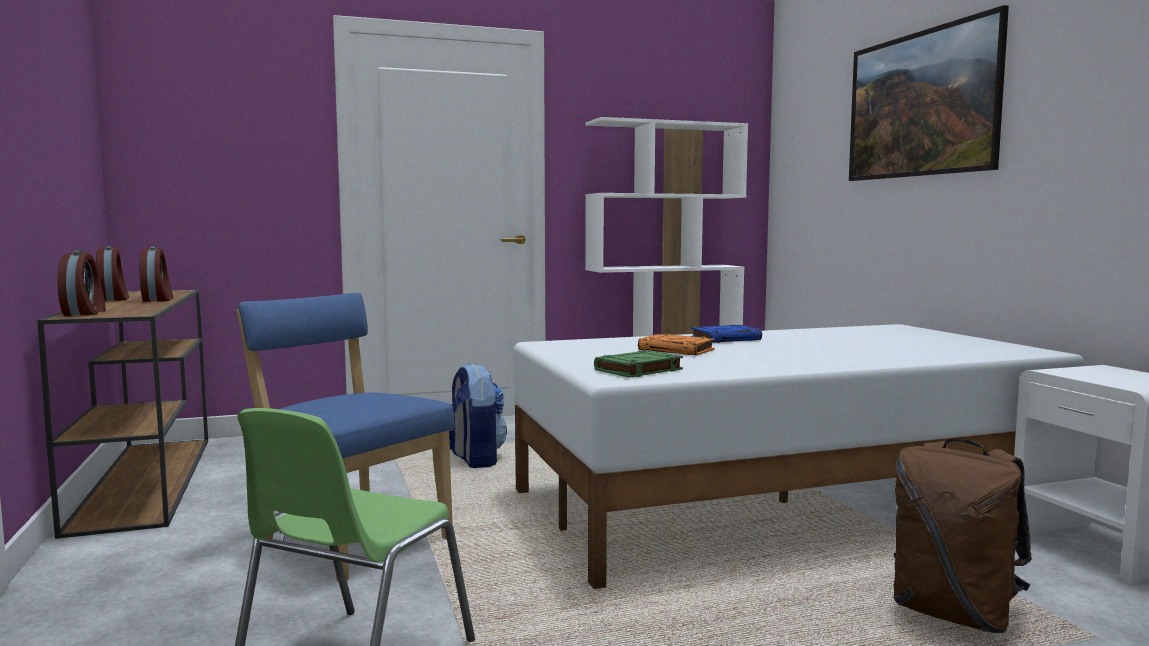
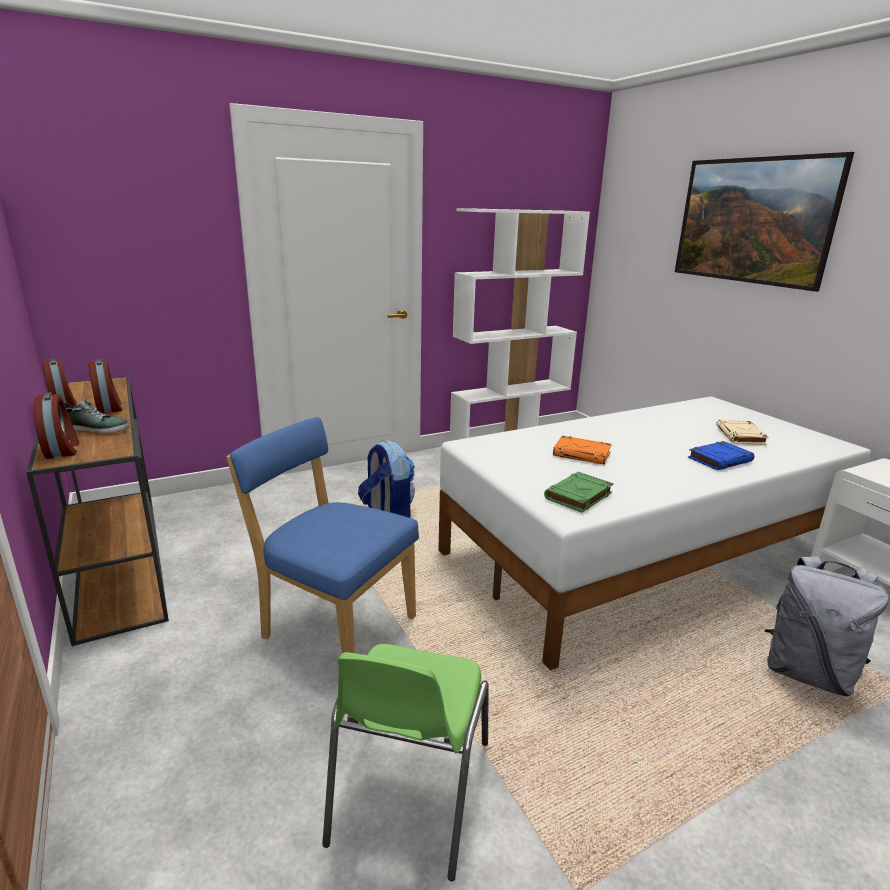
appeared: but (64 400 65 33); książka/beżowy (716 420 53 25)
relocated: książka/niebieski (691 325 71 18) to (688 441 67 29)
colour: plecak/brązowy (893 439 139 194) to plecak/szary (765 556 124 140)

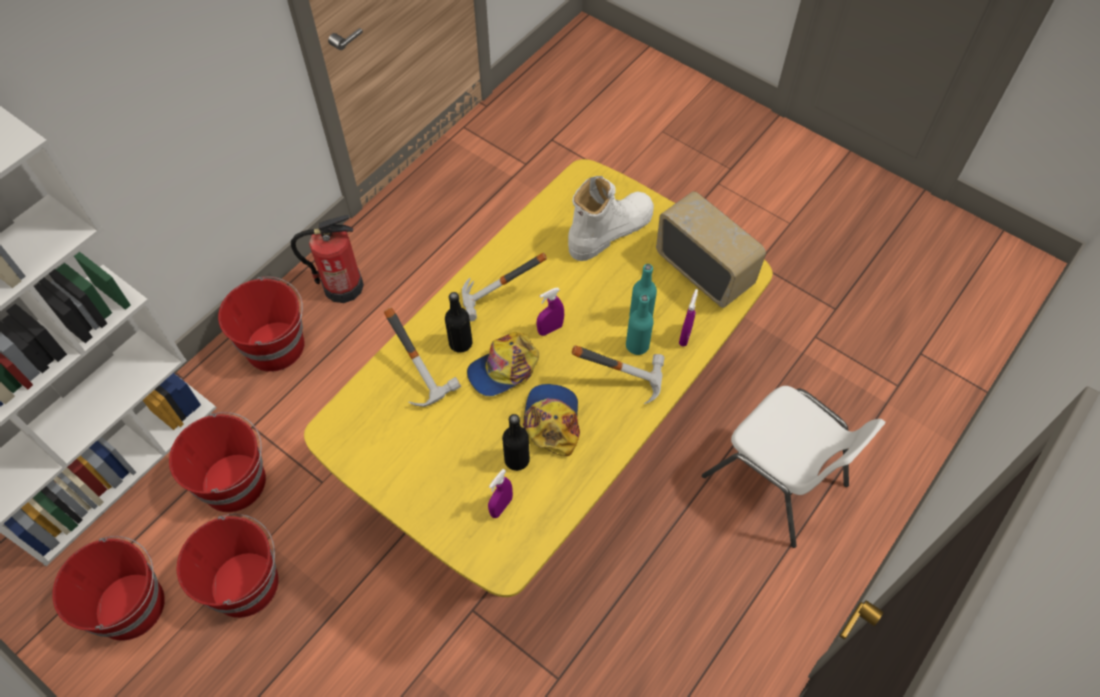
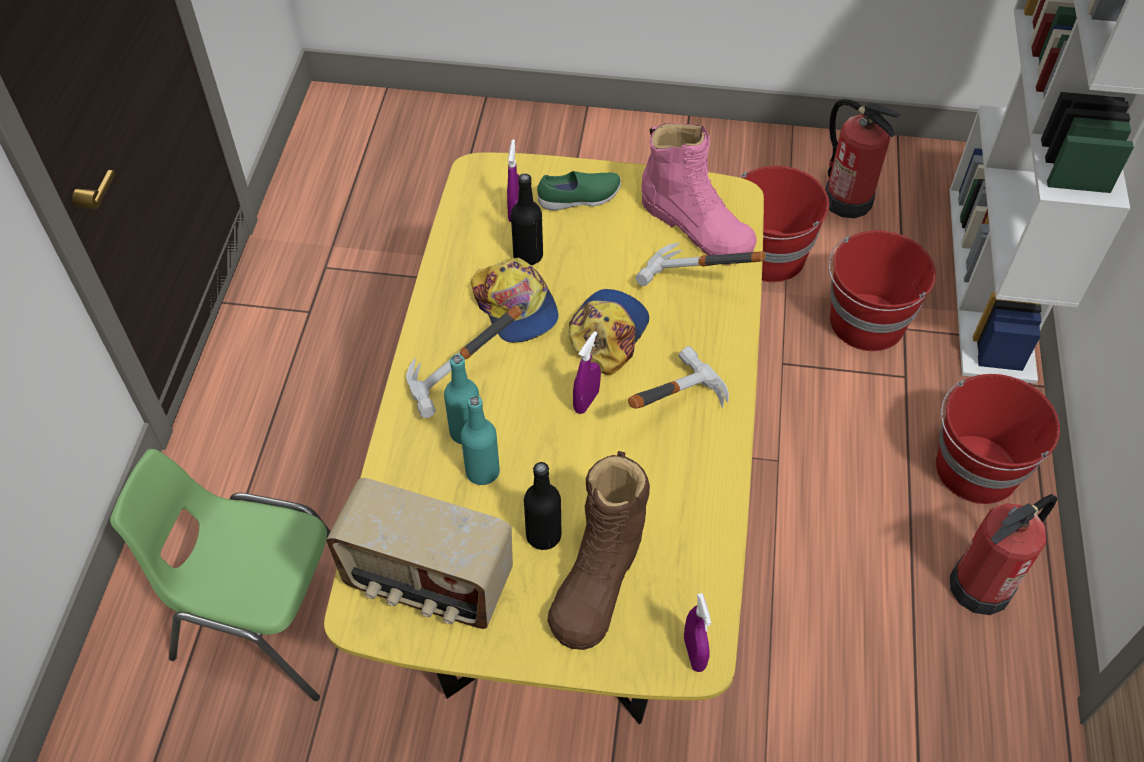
appeared: but/zielony (537 171 84 39); but z cholewką/różowy (641 123 116 142)
relocated: butelka/czarny (445 292 28 61) to (524 462 37 88); spryskiwacz/fioletowy (679 289 19 57) to (684 593 27 79)
exchanged: wiadro/czerwony (52 536 113 104) to gaśnica (825 99 75 119)
colour: krzesło/biały (702 386 183 162) to krzesło/zielony (110 449 221 252); but z cholewką/biały (568 176 86 85) to but z cholewką/brązowy (548 451 102 199)

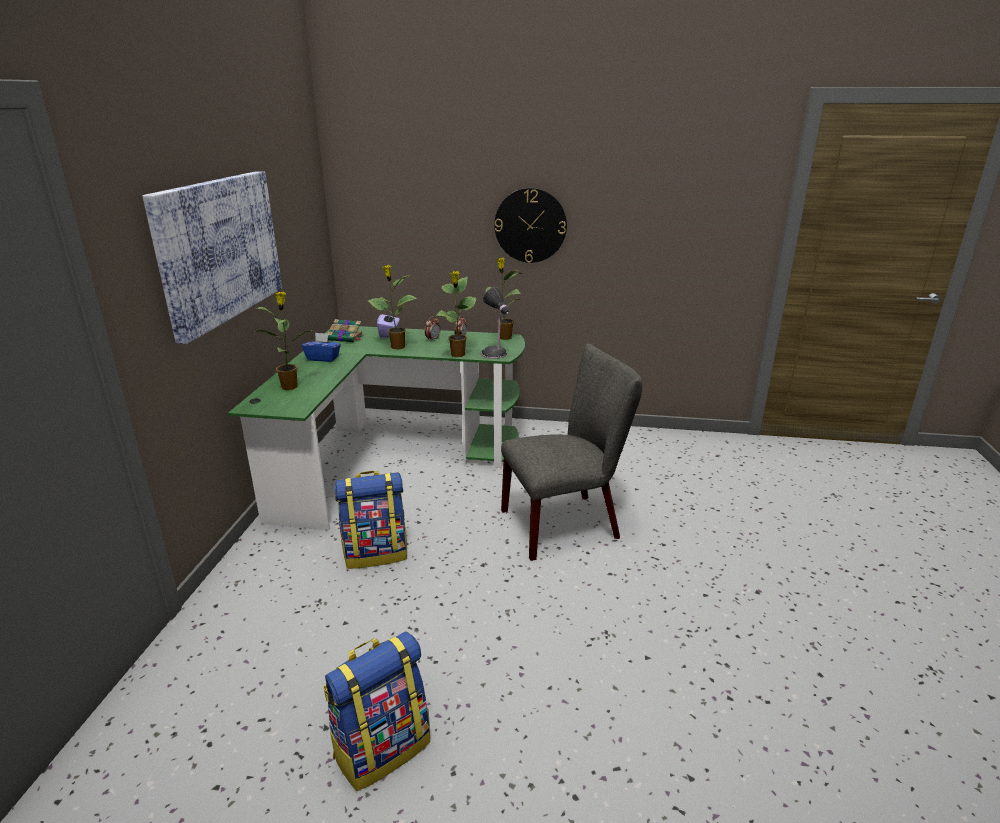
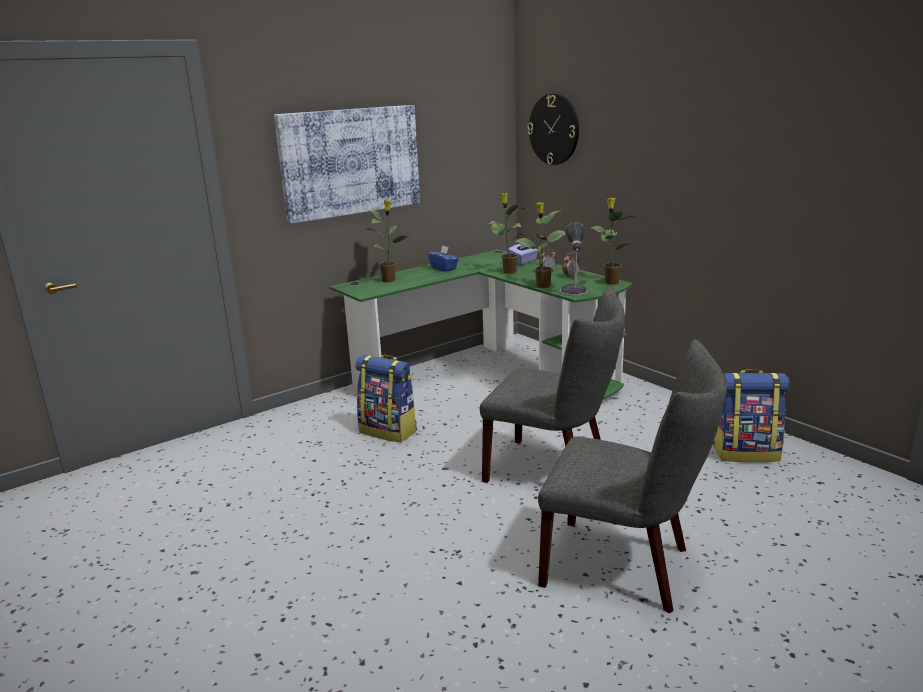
missing: książka (328 319 35 24)
appeared: krzesło/szary (538 340 189 273)
relocated: zegar ścienny (494 188 73 75) to (527 94 52 71); plecak (324 631 106 160) to (713 370 77 92)

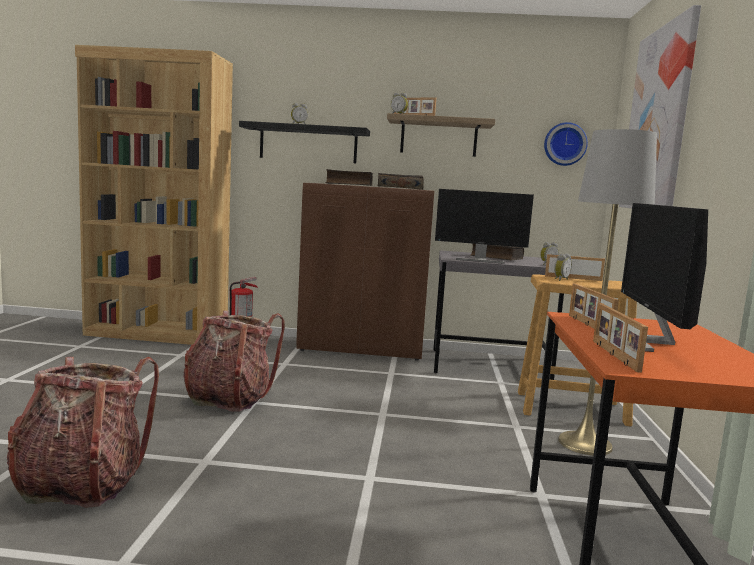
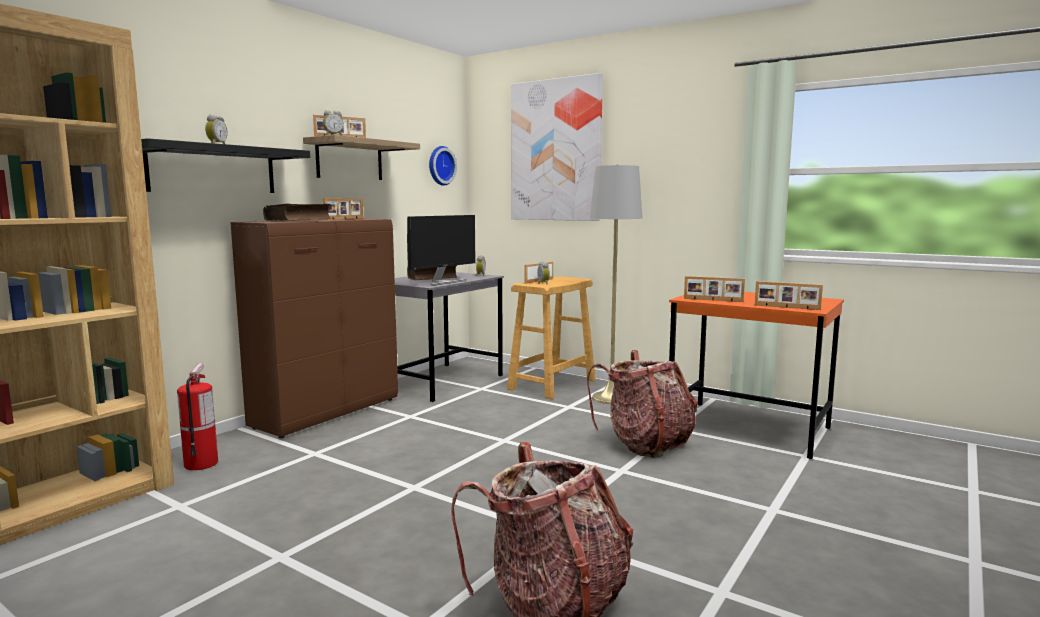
missing: monitor (621 203 87 149)
relocated: plecak (183 310 102 102) to (587 350 111 108)
exchanged: książka (378 173 46 17) to ramka na zdjęcie (323 198 40 22)

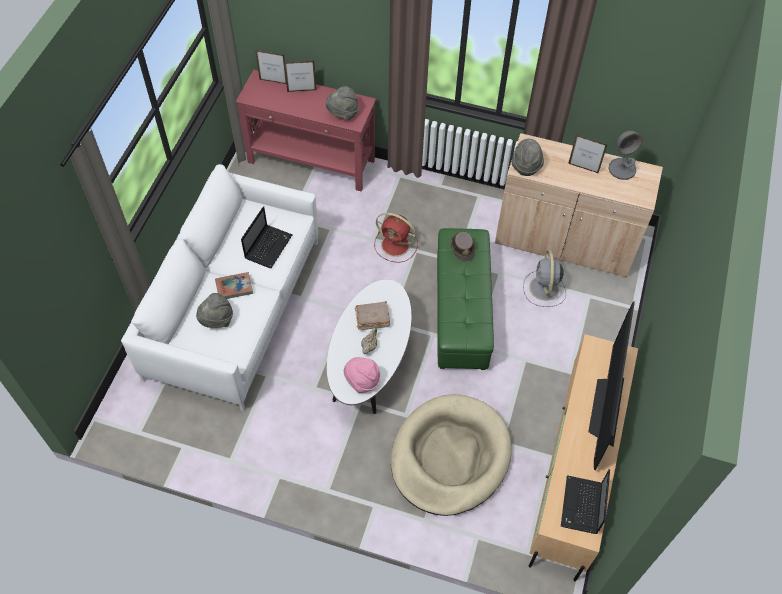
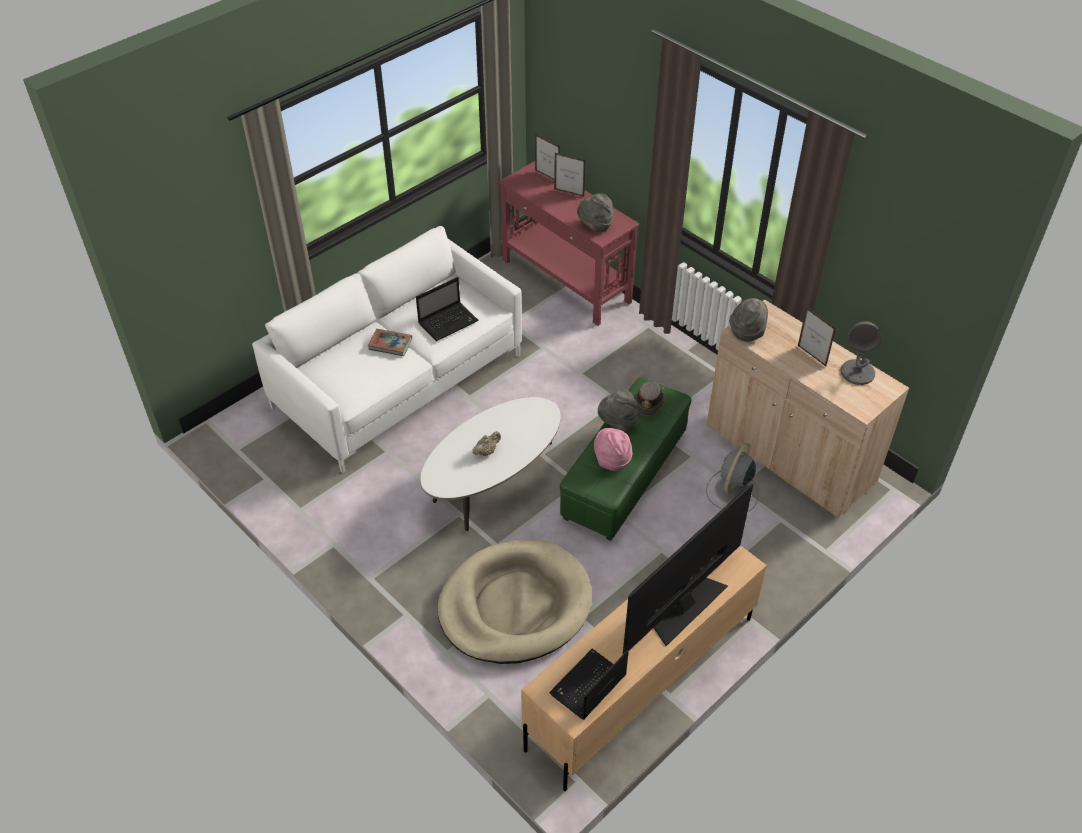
missing: książka/brązowy (355 301 35 29); wentylator/czerwony (374 213 44 50)
relocated: kapelusz/różowy (344 357 36 36) to (594 428 38 43); kapelusz/szary (196 293 37 35) to (598 389 40 42)

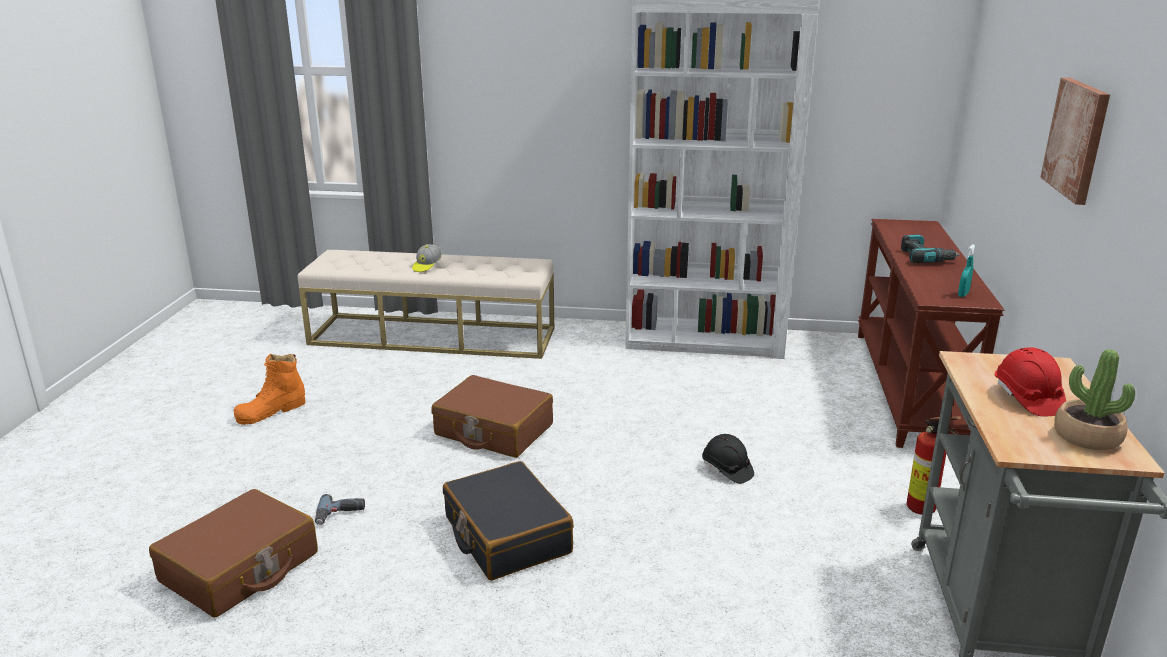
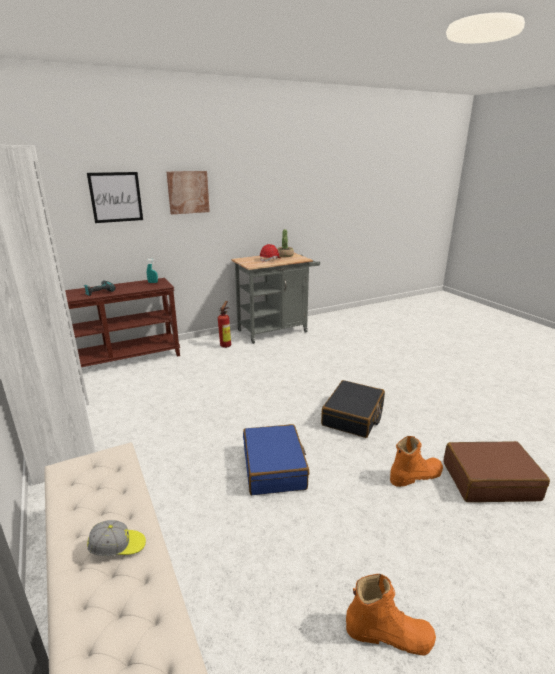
missing: kask/czarny (702 434 52 50)
appeared: obraz (87 172 56 51)
exchanged: wiertarka (315 494 50 31) to but z cholewką/pomarańczowy (390 436 53 51)
colour: walizka/brązowy (431 375 122 83) to walizka/niebieski (243 424 66 71)

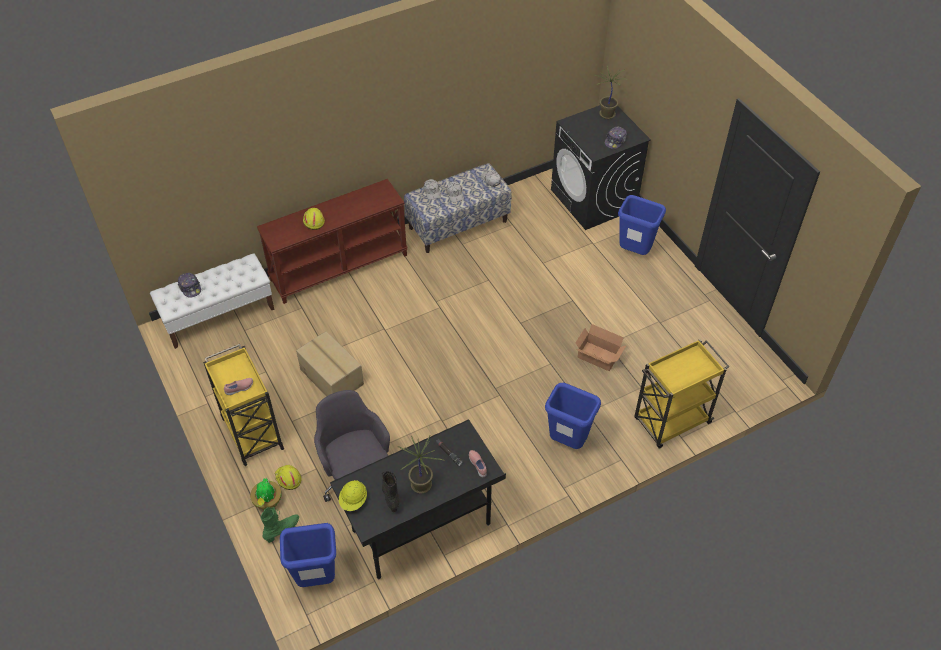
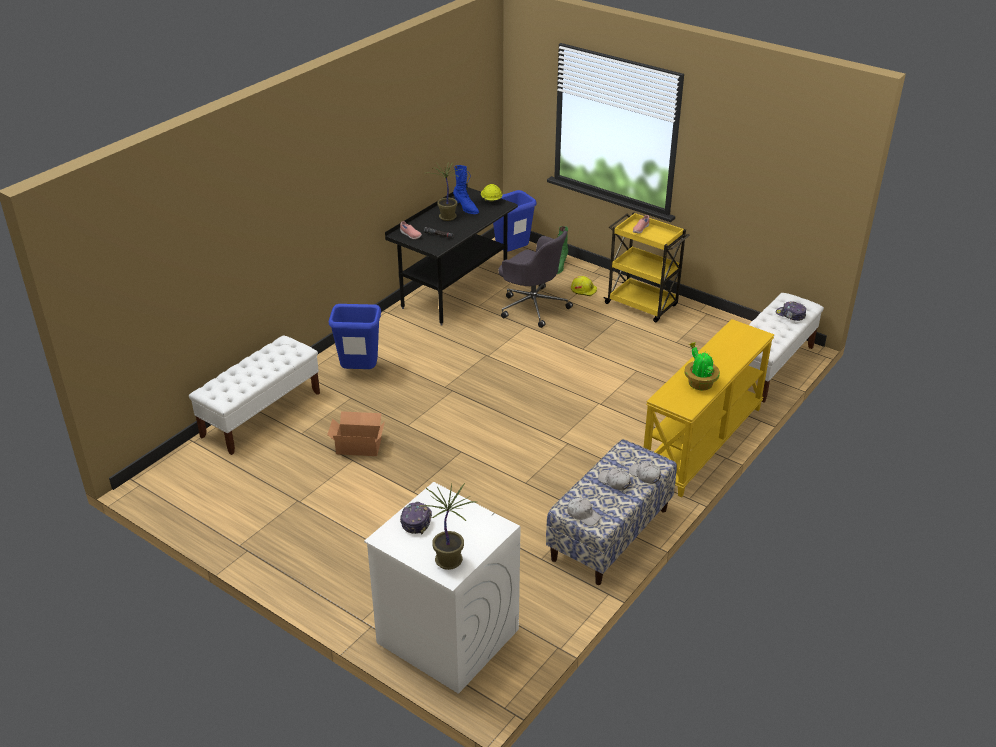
missing: karton (296 331 68 66); kask/żółty (303 208 22 22); kosz na śmieci/niebieski (618 195 48 60)
relocated: roślina doniczkowa (250 478 32 32) to (684 342 36 48)
exchanged: wózek/żółty (634 339 95 109) to ławka/biały (189 335 131 120)
colour: pralka/czarny (551 105 100 125) to pralka/biały (364 482 157 212); but z cholewką/czarny (382 471 17 41) to but z cholewką/niebieski (453 165 26 49); stolik konsolowy/brązowy (257 179 151 125) to stolik konsolowy/żółty (644 319 130 178)

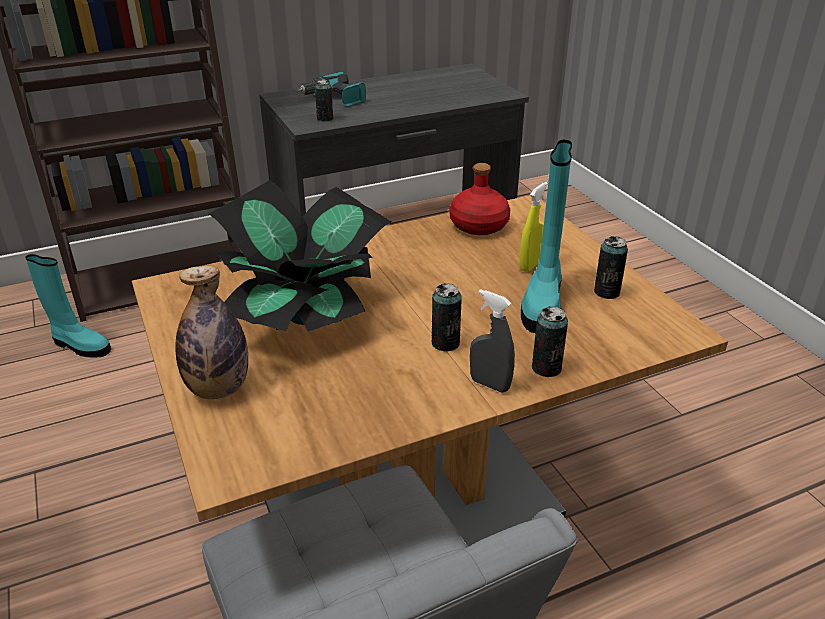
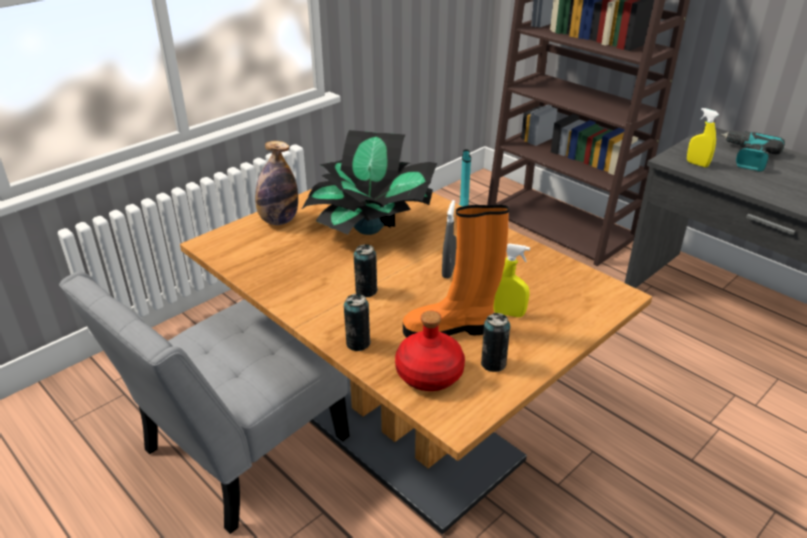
relocated: butelka/czerwony (450 163 60 72) to (395 311 70 80); spryskiwacz/szary (470 289 45 104) to (442 200 14 78)
exchanged: puszka (315 80 18 42) to spryskiwacz/żółty (687 108 32 59)
colour: but z cholewką/turkusowy (521 140 51 193) to but z cholewką/pomarańczowy (403 205 106 133)

